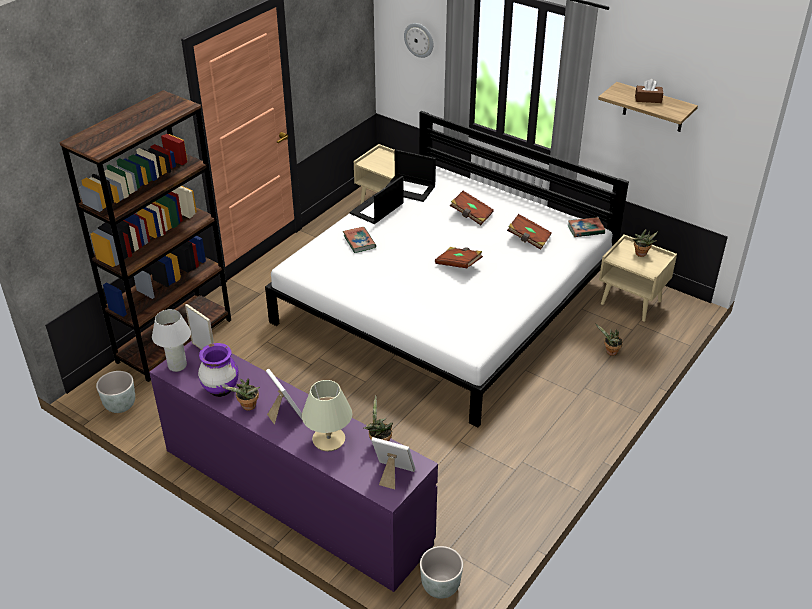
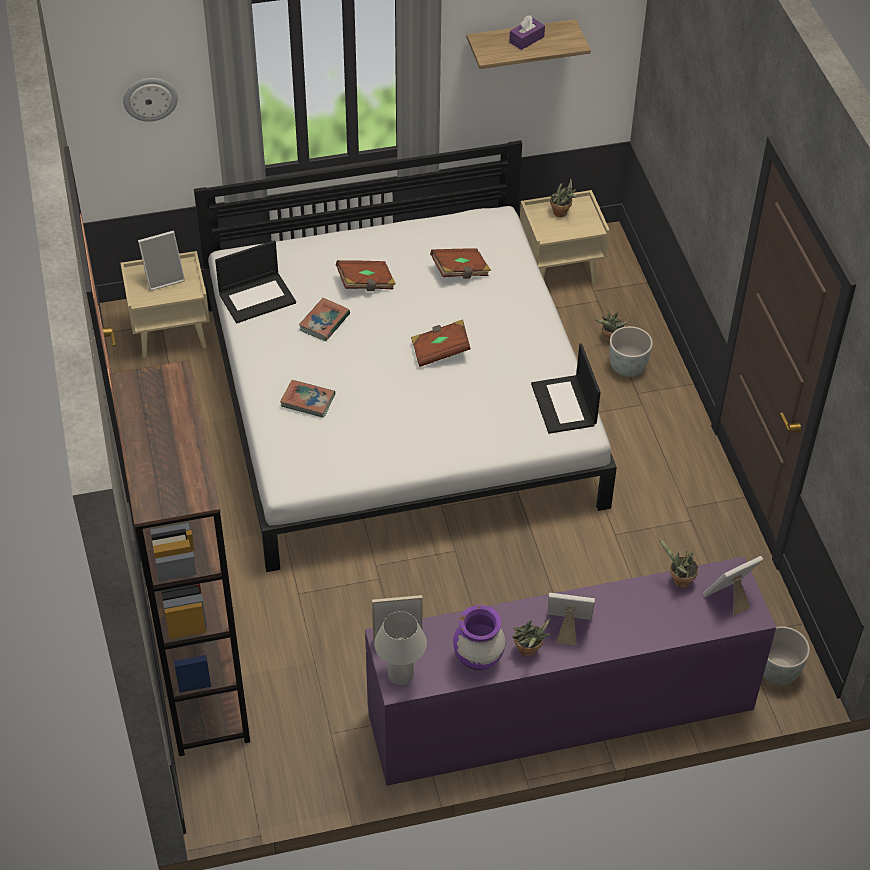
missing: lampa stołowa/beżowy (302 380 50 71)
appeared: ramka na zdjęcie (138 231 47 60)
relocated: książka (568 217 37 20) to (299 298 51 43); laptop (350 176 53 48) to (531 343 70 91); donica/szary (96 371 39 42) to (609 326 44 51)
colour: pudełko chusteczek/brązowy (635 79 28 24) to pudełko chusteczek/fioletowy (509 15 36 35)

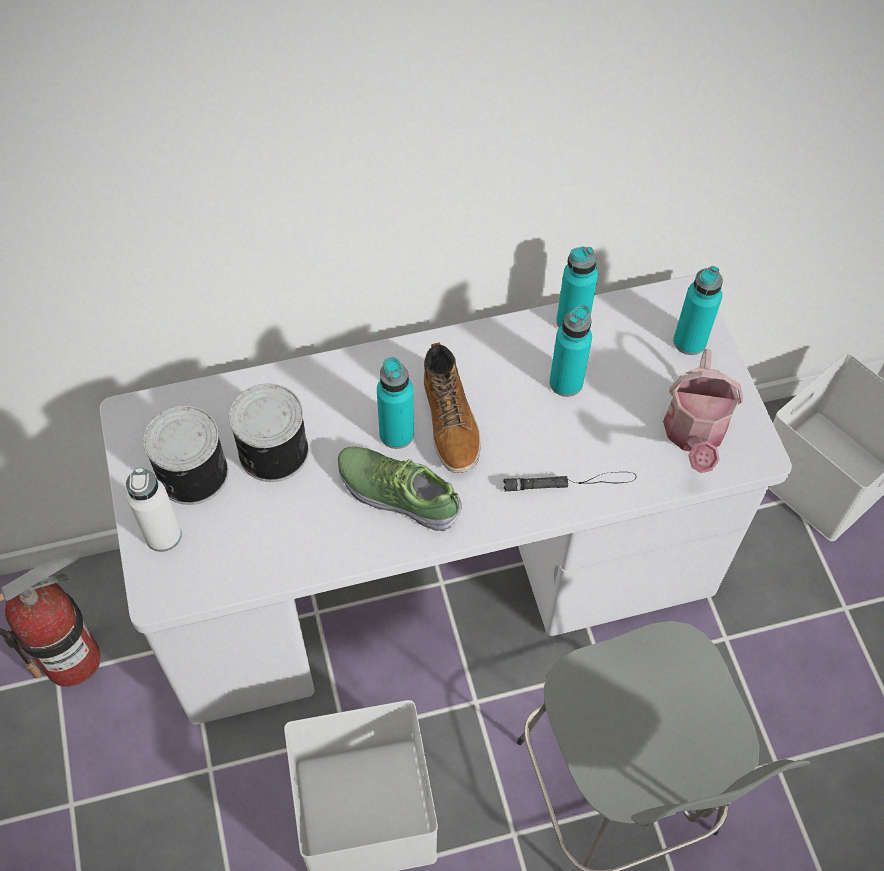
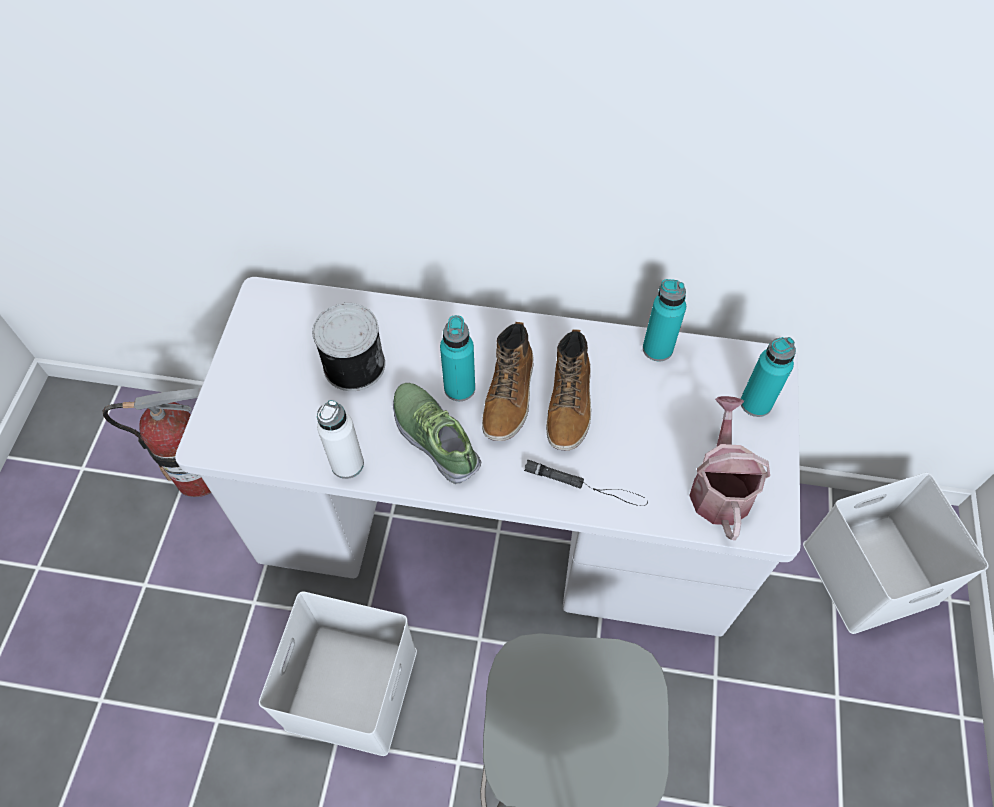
missing: puszka (143 406 86 99); butelka/turkusowy (549 304 43 93)
appeared: but z cholewką (546 329 45 121)
relocated: butelka/biały (126 468 56 84) to (317 400 47 79)
spun: konewka (663 349 80 124) = (689 396 81 144) 150 degrees clockwise

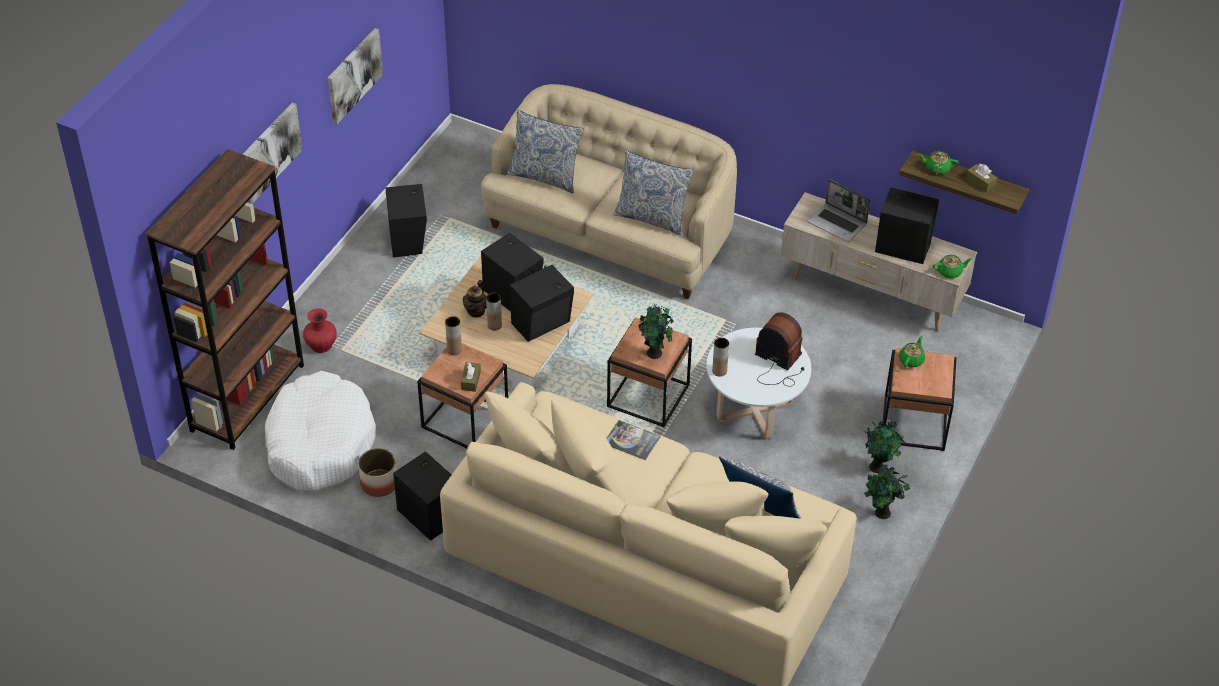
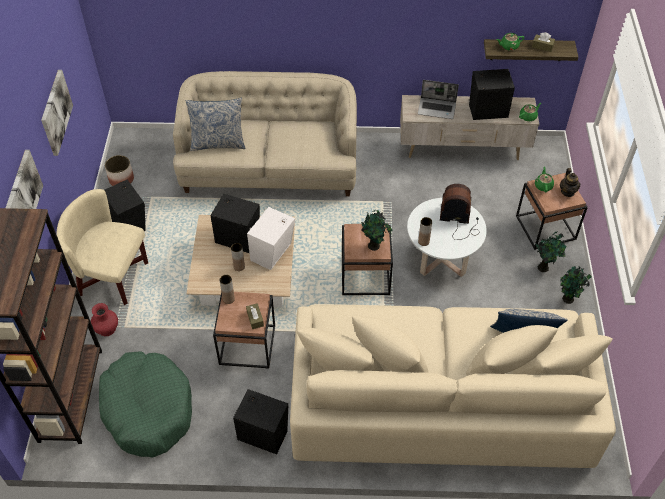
missing: książka (606 420 54 40); poduszka (614 150 80 86)
appeared: fotel/beżowy (56 189 92 116)
relocated: donica (358 448 39 49) to (105 155 29 31); imbryk (462 280 25 38) to (560 168 20 29)
colour: legowisko/biały (265 371 111 120) to legowisko/zielony (99 351 93 107); głośnik/czarny (510 265 64 77) to głośnik/biały (247 207 48 63)

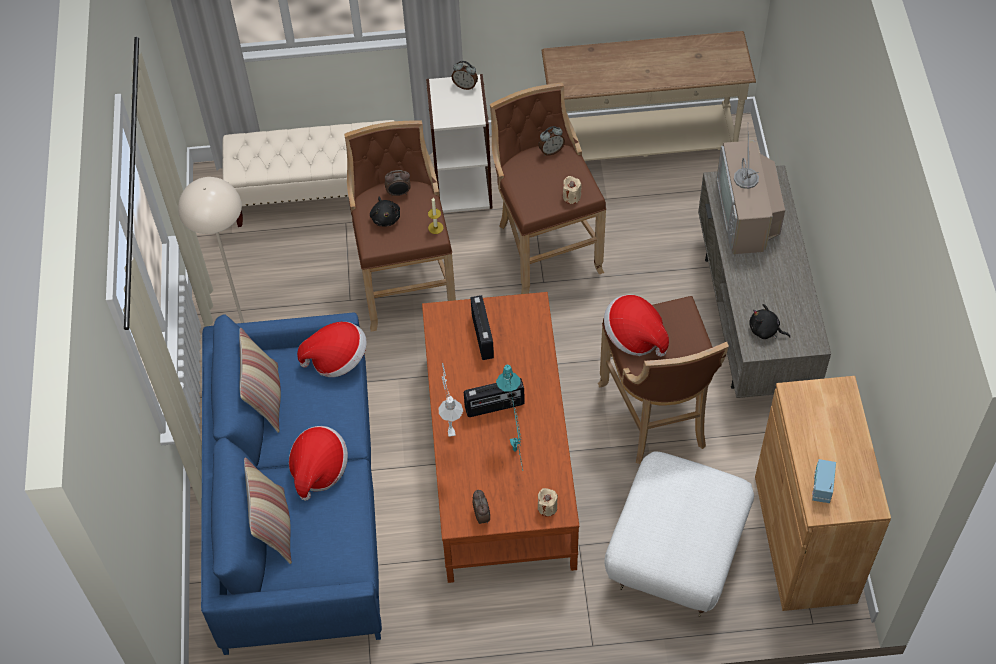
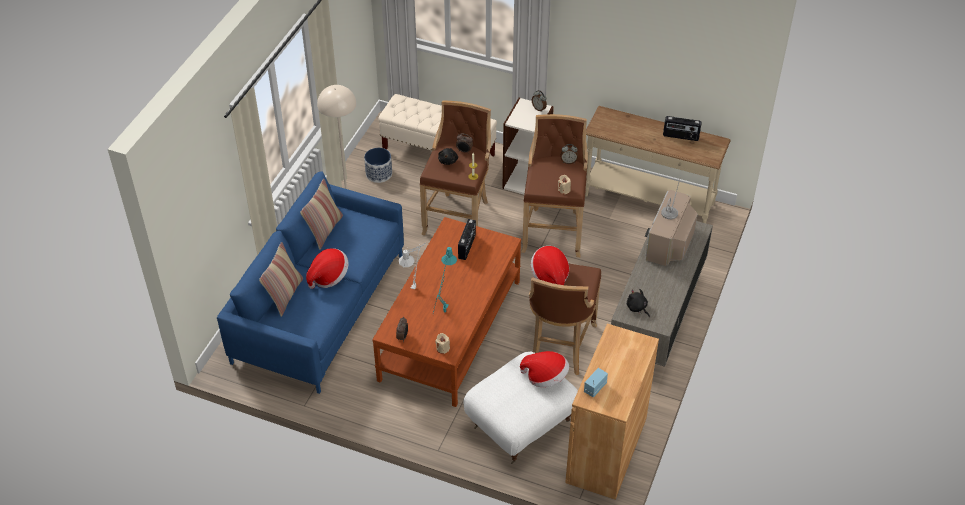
appeared: donica (364 148 28 35)
relocated: kapelusz (297 322 70 55) to (520 351 49 36); radio (464 378 61 39) to (663 116 39 25)

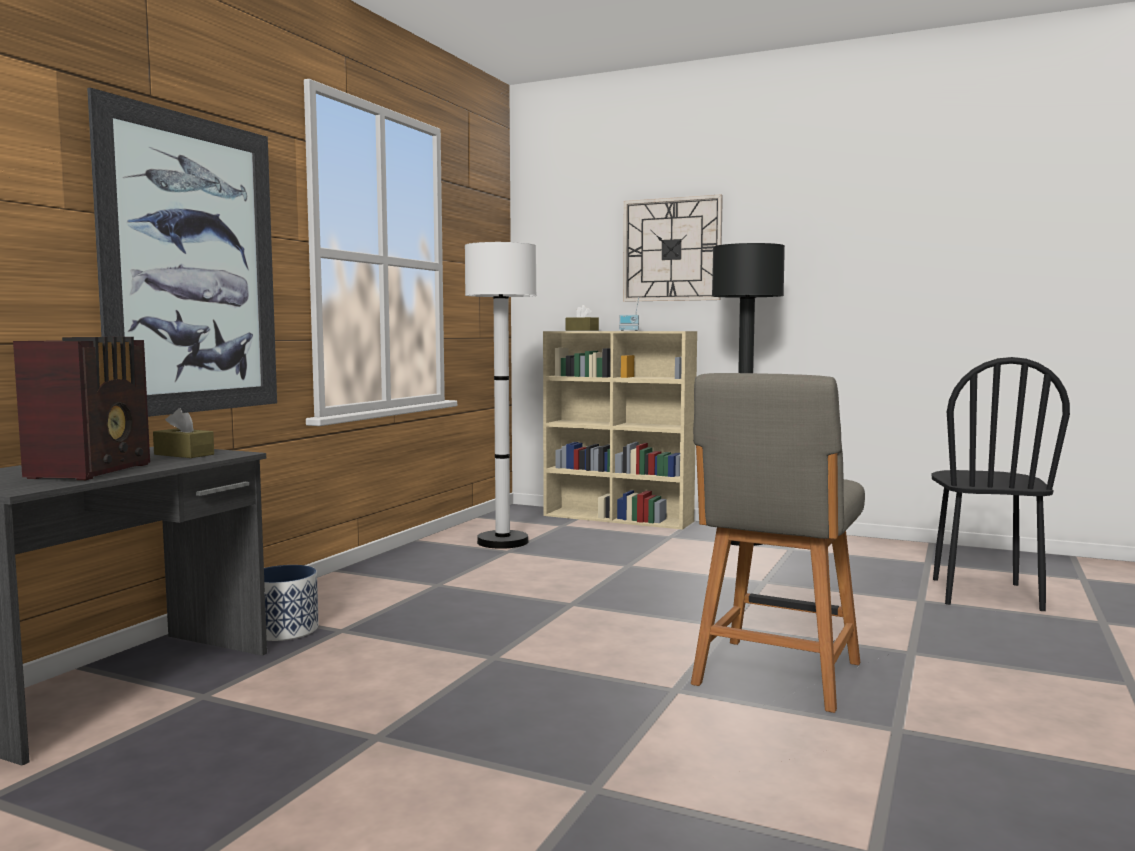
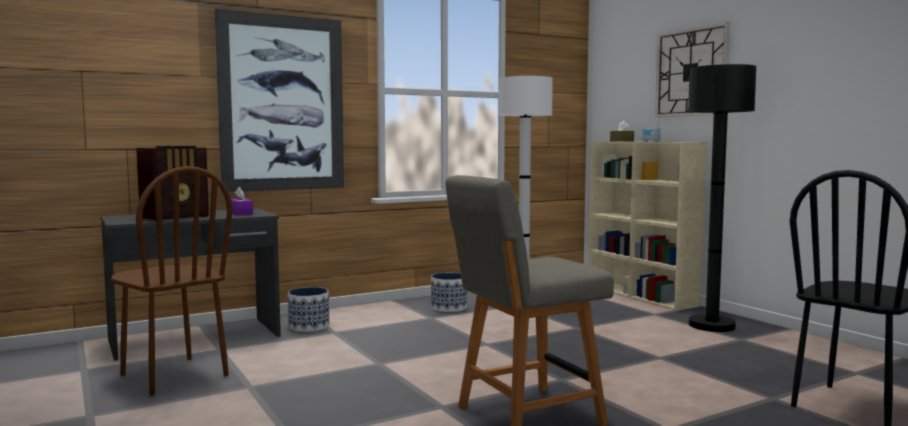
appeared: krzesło/brązowy (111 166 122 230); donica (431 273 36 39)
colour: pudełko chusteczek/brązowy (153 409 61 49) to pudełko chusteczek/fioletowy (231 187 22 28)

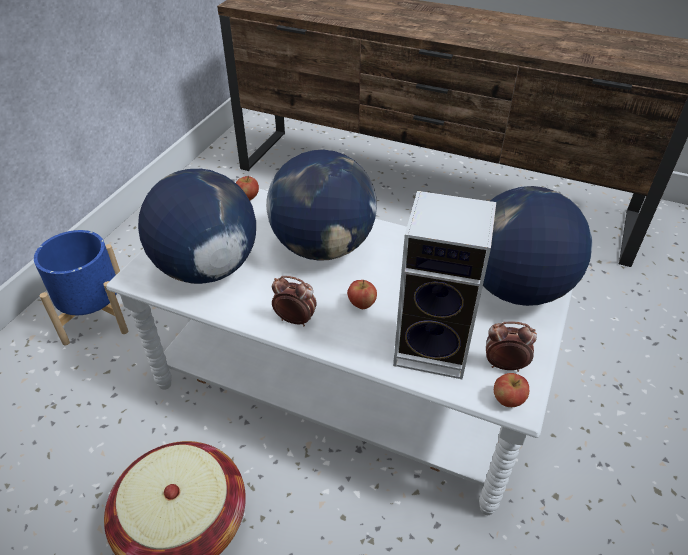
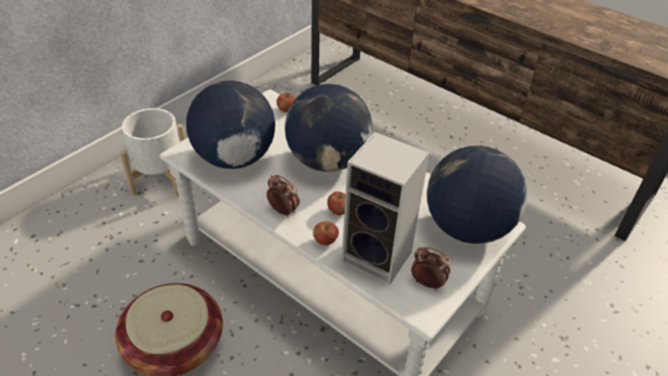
relocated: jabłko (494 373 35 34) to (313 221 26 25)
colour: donica/niebieski (34 230 94 115) to donica/biały (120 108 65 89)

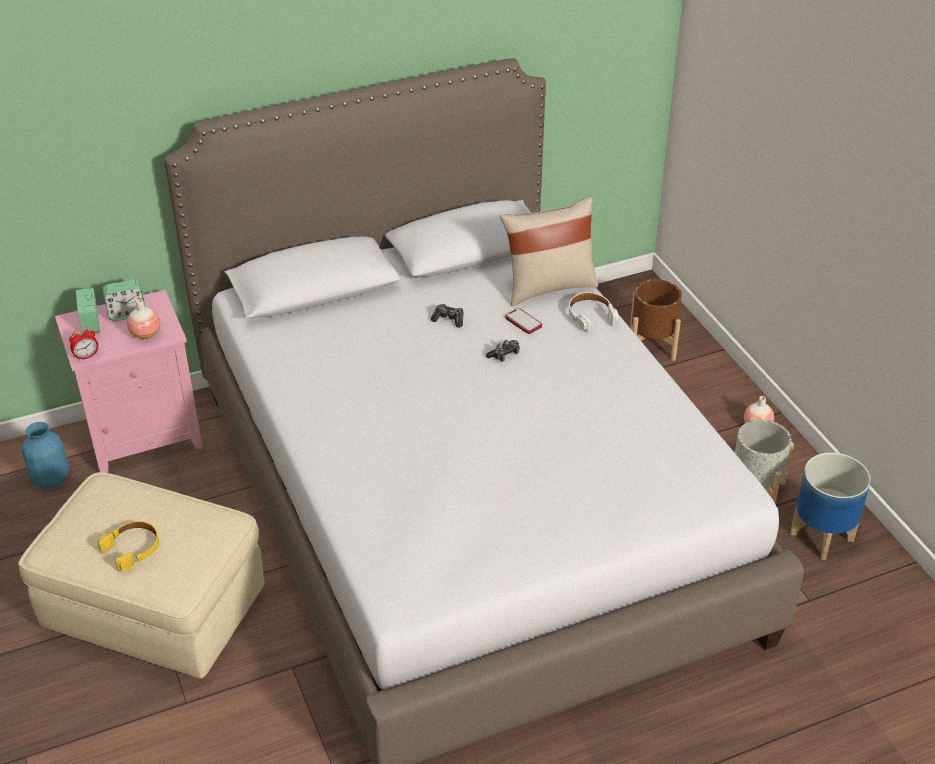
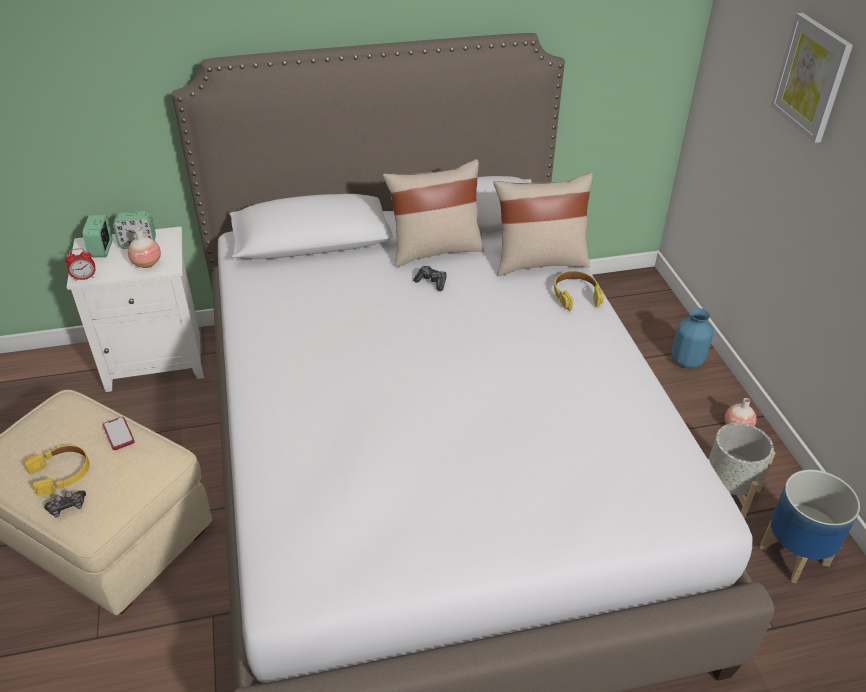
missing: donica/brązowy (630 279 52 82)
appeared: poduszka/beżowy (383 159 101 109); obraz (771 13 82 130)
relocated: pad do gier (486 340 34 22) to (44 491 42 27); telefon (505 308 37 26) to (103 417 32 33); wazon/niebieski (22 422 47 66) to (672 308 41 60)
colour: szafka nocna/różowy (55 290 148 183) to szafka nocna/biały (67 226 137 166); słuchawki/biały (569 292 50 40) to słuchawki/żółty (554 271 50 40)

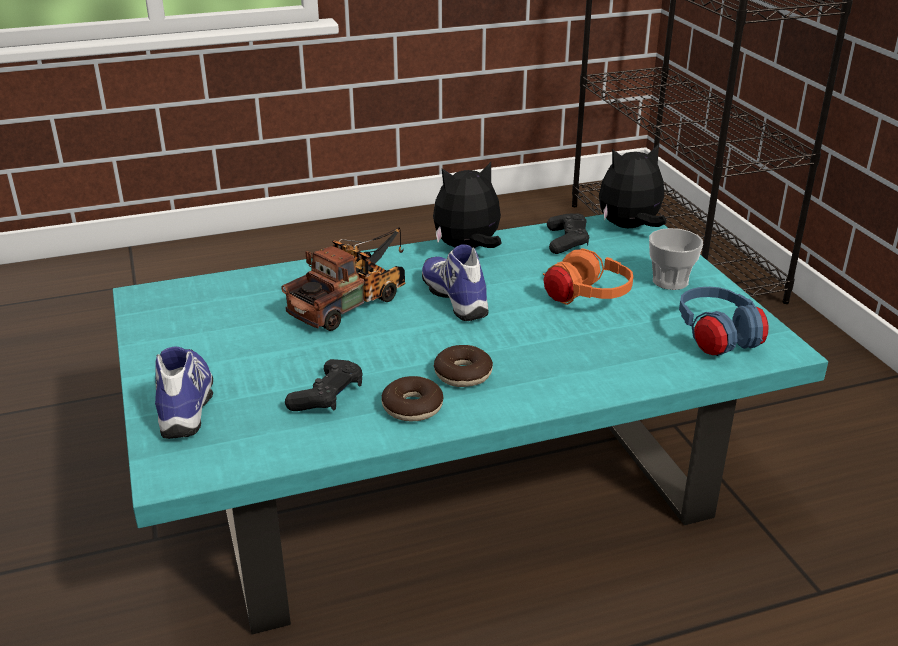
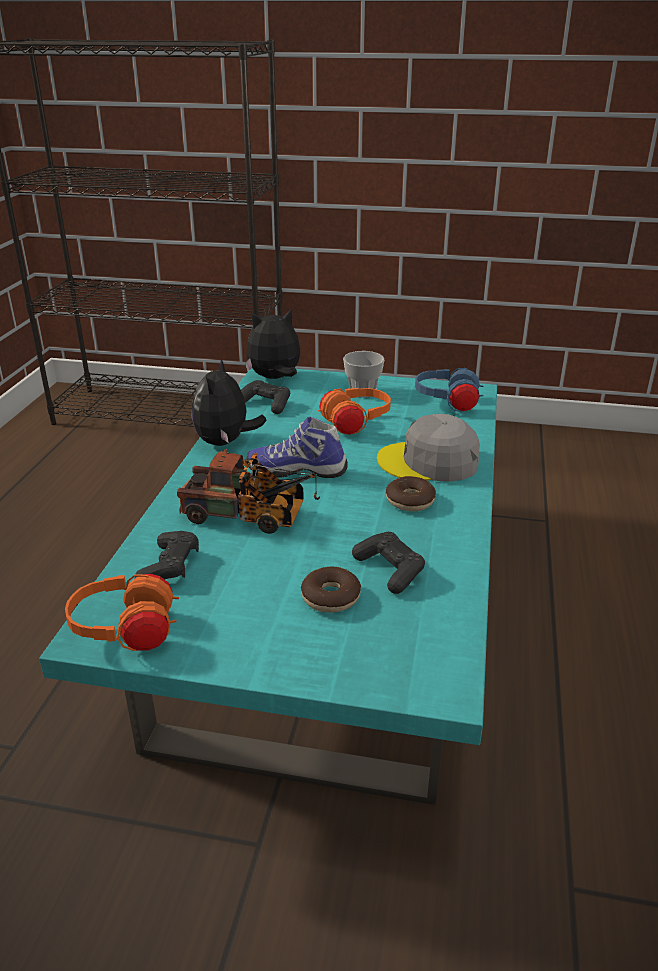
missing: but (155 346 58 93)
appeared: słuchawki/pomarańczowy (65 574 114 77); pad do gier/czarny (135 531 64 48); czapka z daszkiem/szary (377 414 103 68)
relocated: donut (382 376 61 46) to (301 567 60 46)
spun: ciężarówka zabawkowa (281 227 124 104) = (177 449 143 85) 120 degrees clockwise; pluszak (599 144 68 84) = (245 309 55 70) 60 degrees clockwise

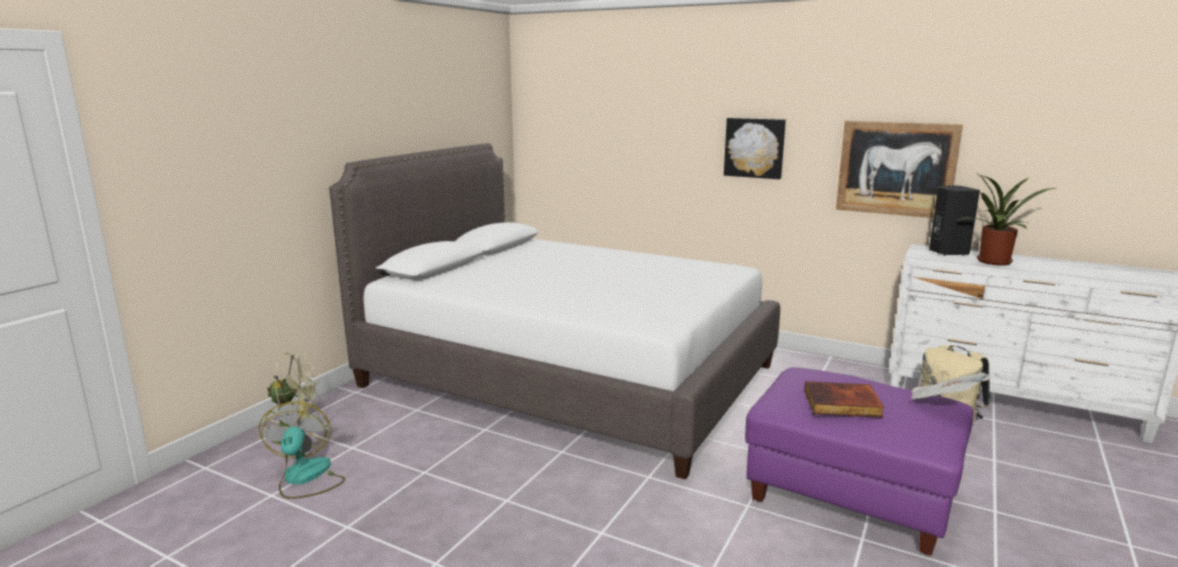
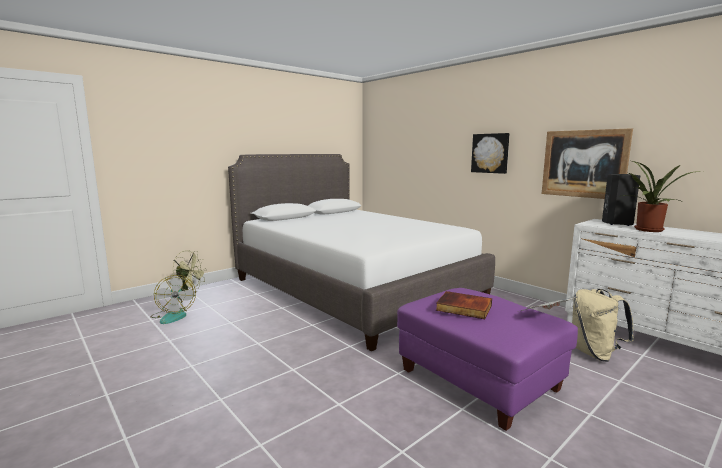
spun: wentylator (259 401 86 98) = (150 275 46 49) 150 degrees clockwise

